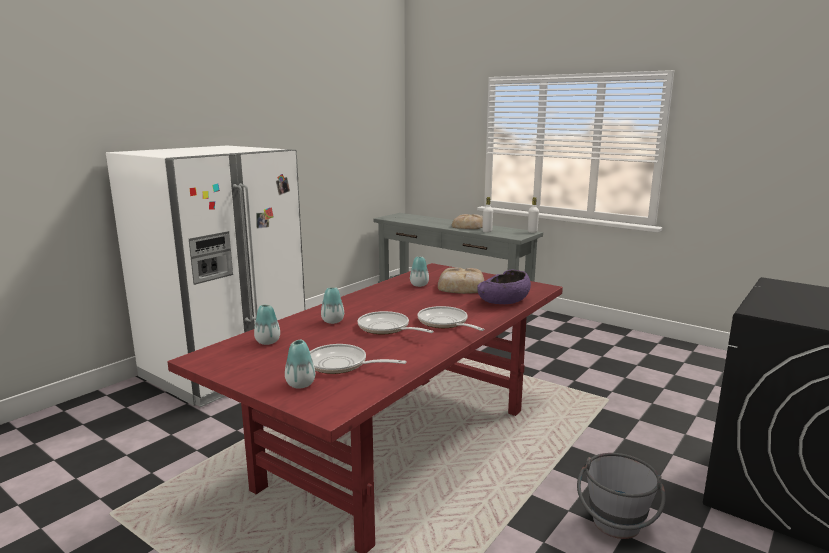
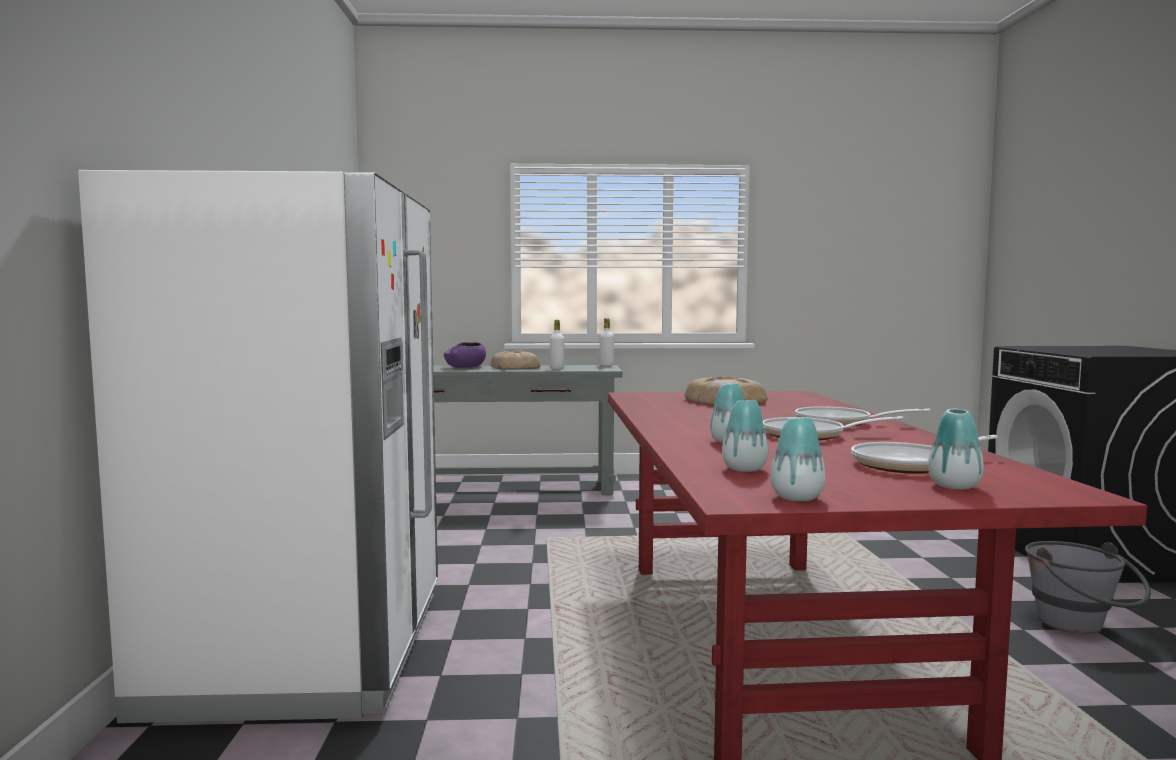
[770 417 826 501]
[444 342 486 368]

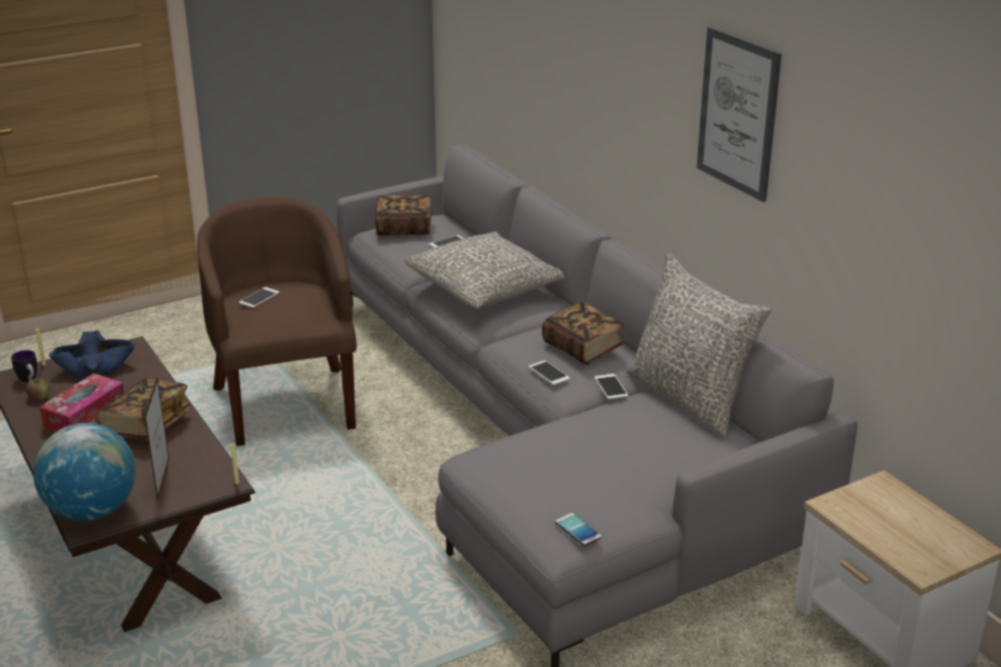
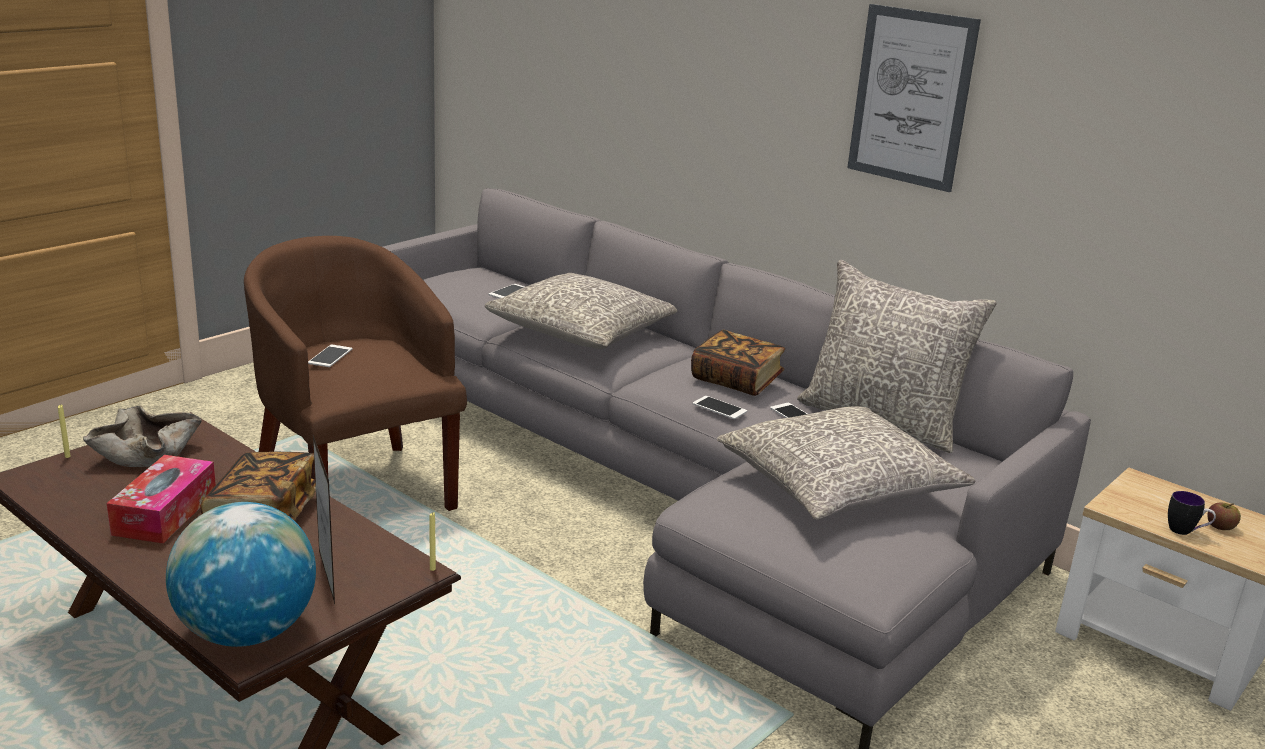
[374 195 432 236] (first image)
[83 405 202 467]
[1168 491 1216 535]
[1208 502 1241 530]
[555 513 602 546] (first image)
[717 406 975 520]

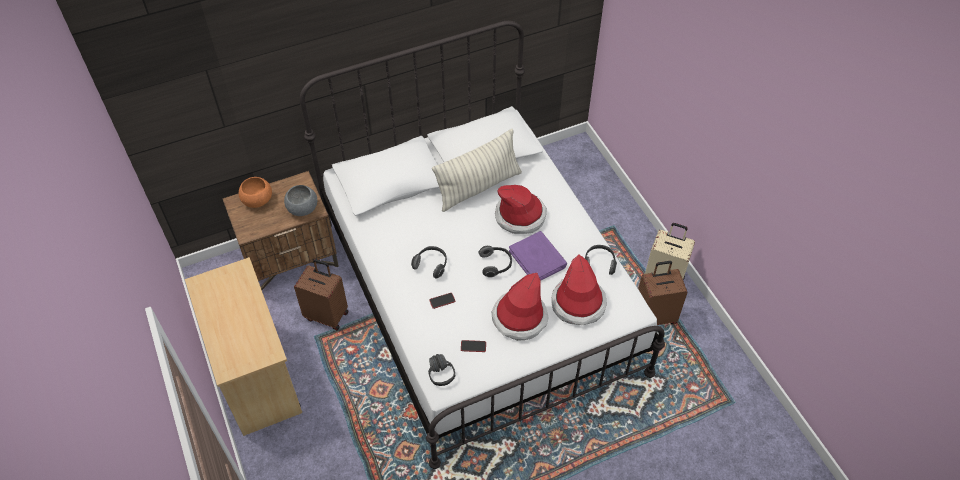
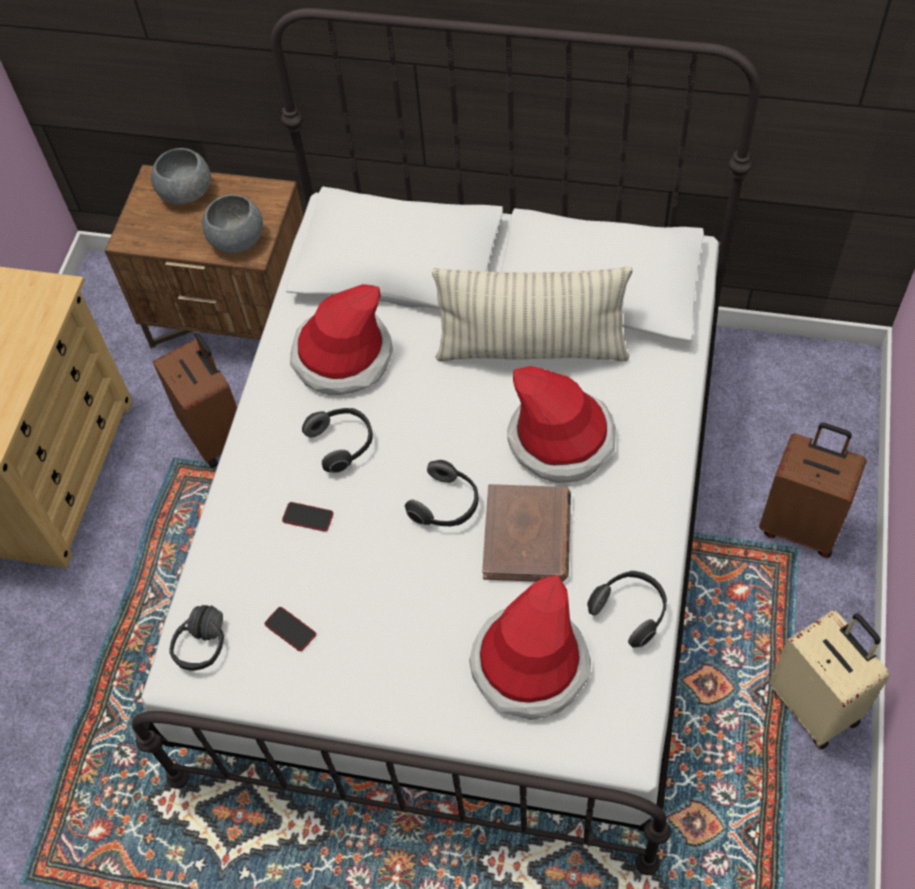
[151 148 211 205]
[482 484 571 582]
[759 423 867 558]
[290 284 393 395]

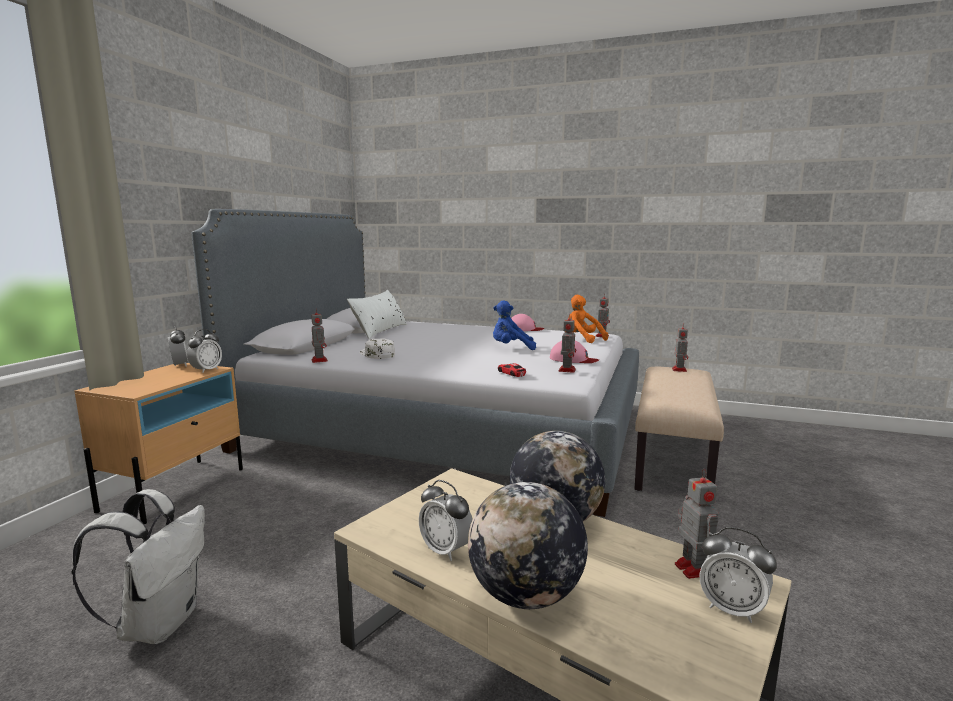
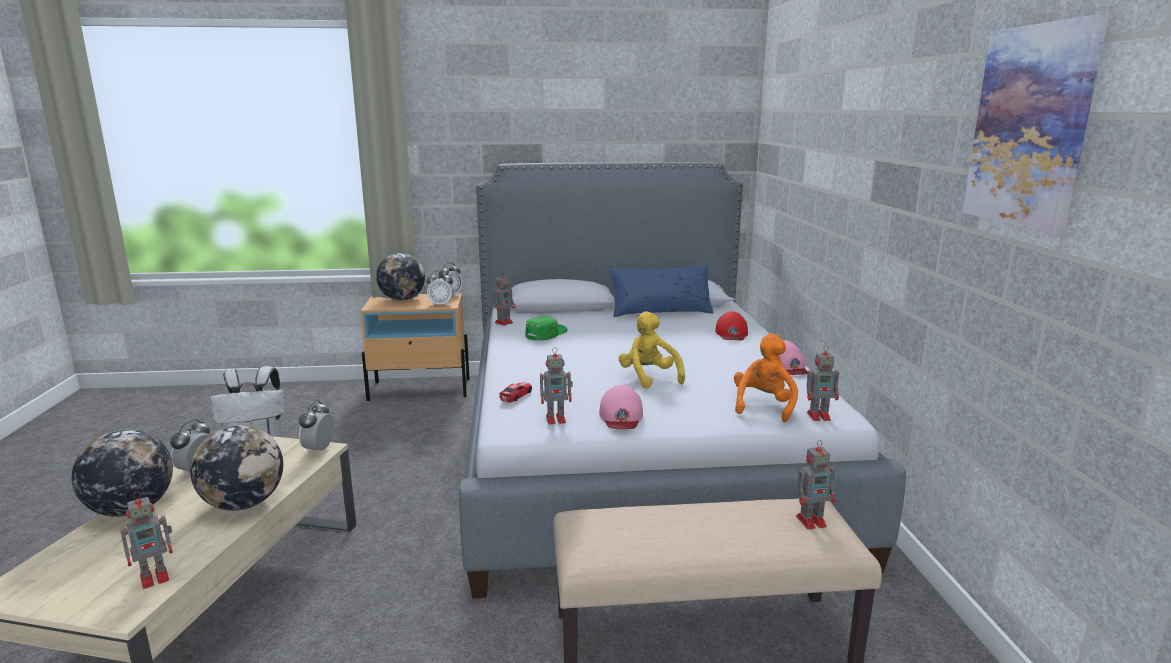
[609 264 713 317]
[619 311 685 389]
[525 316 568 340]
[299 400 334 454]
[962 15 1109 234]
[376 253 425 301]
[715 311 748 340]

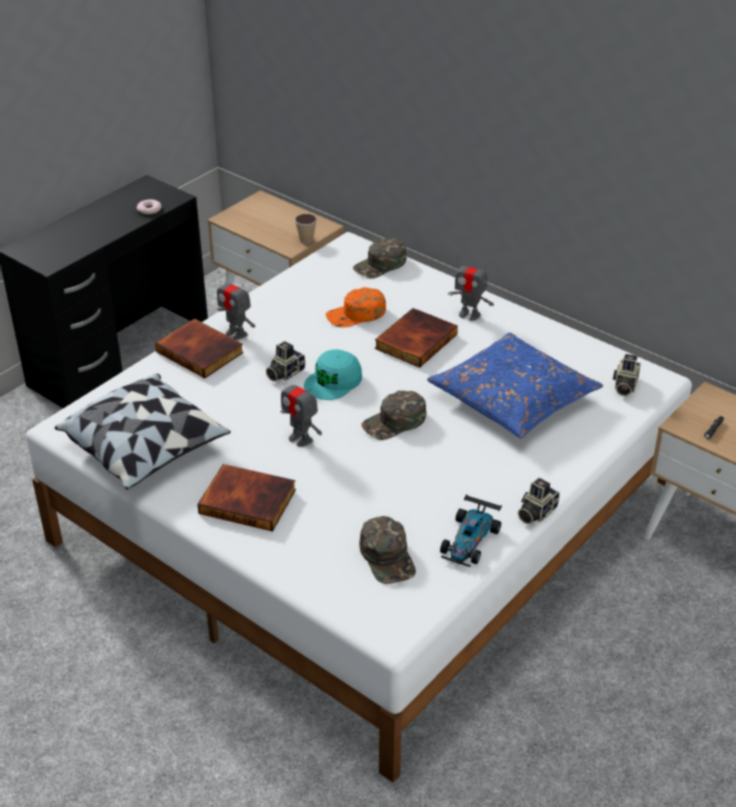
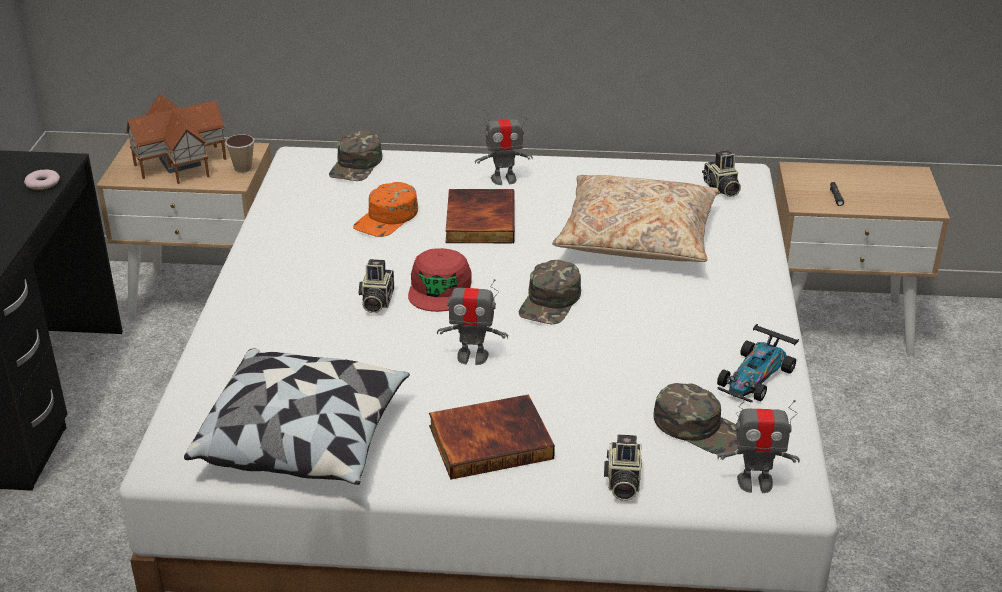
[717 395 800 493]
[155 319 244 378] (first image)
[552 175 719 262]
[408 248 472 312]
[604 434 642 501]
[717 324 799 402]
[125 94 226 184]

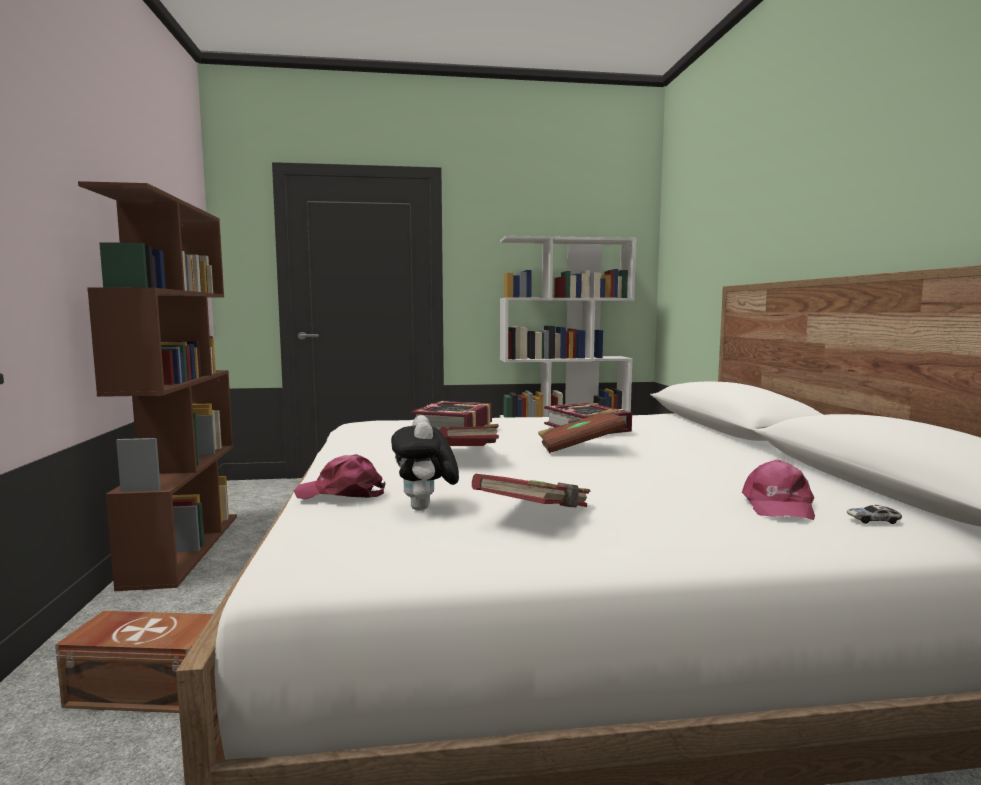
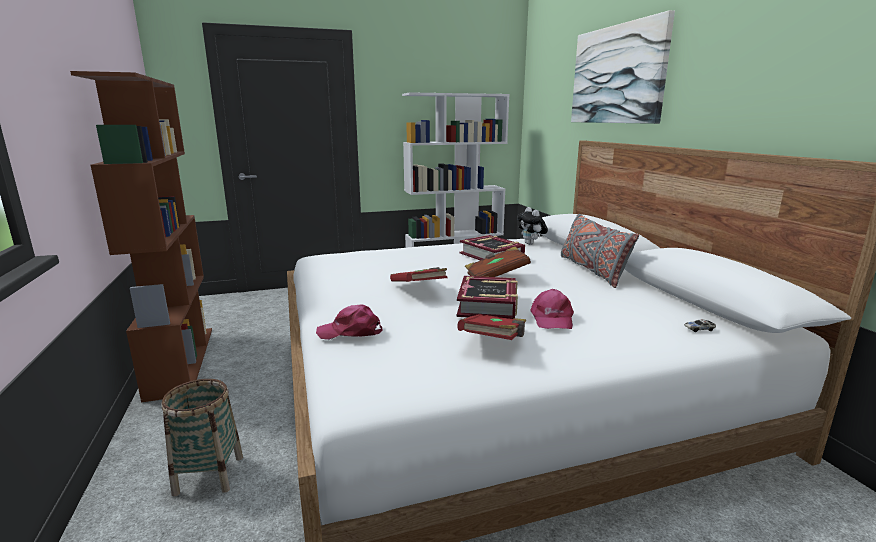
[457 276 518 319]
[517 207 548 245]
[530 289 574 329]
[162 379 243 496]
[571 10 675 124]
[561 214 639 288]

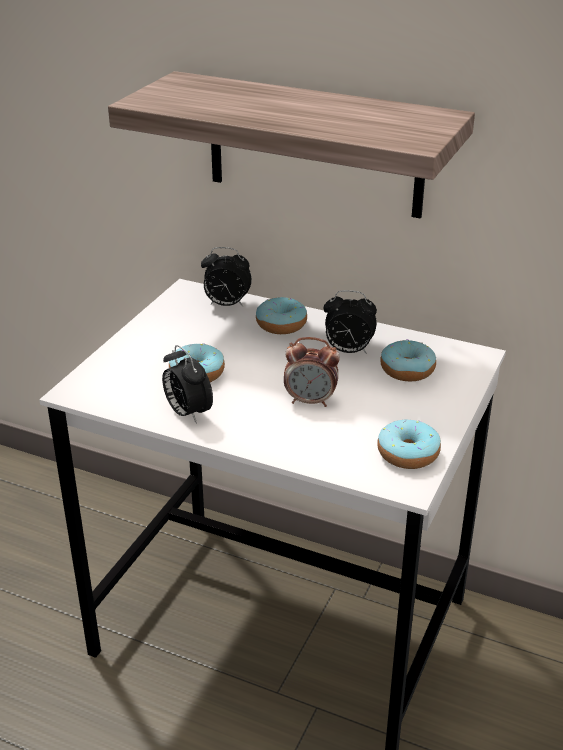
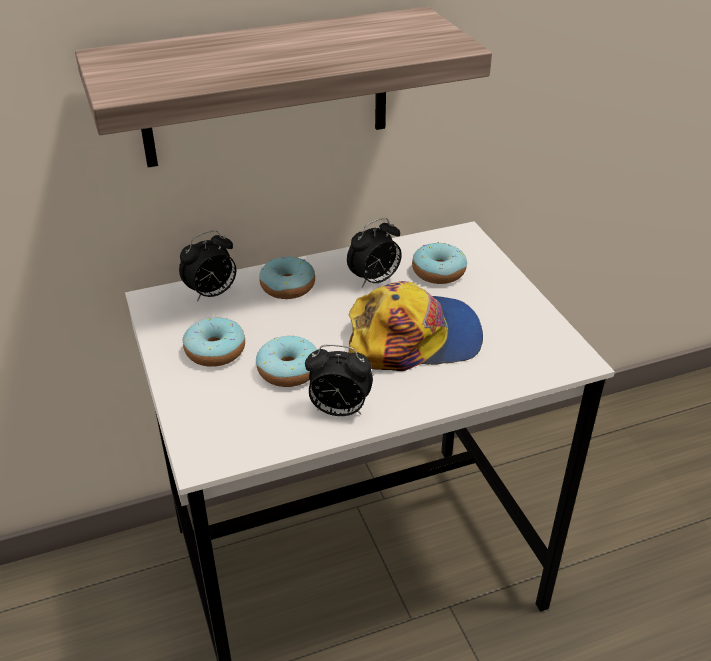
[348 281 483 371]
[182 317 245 367]

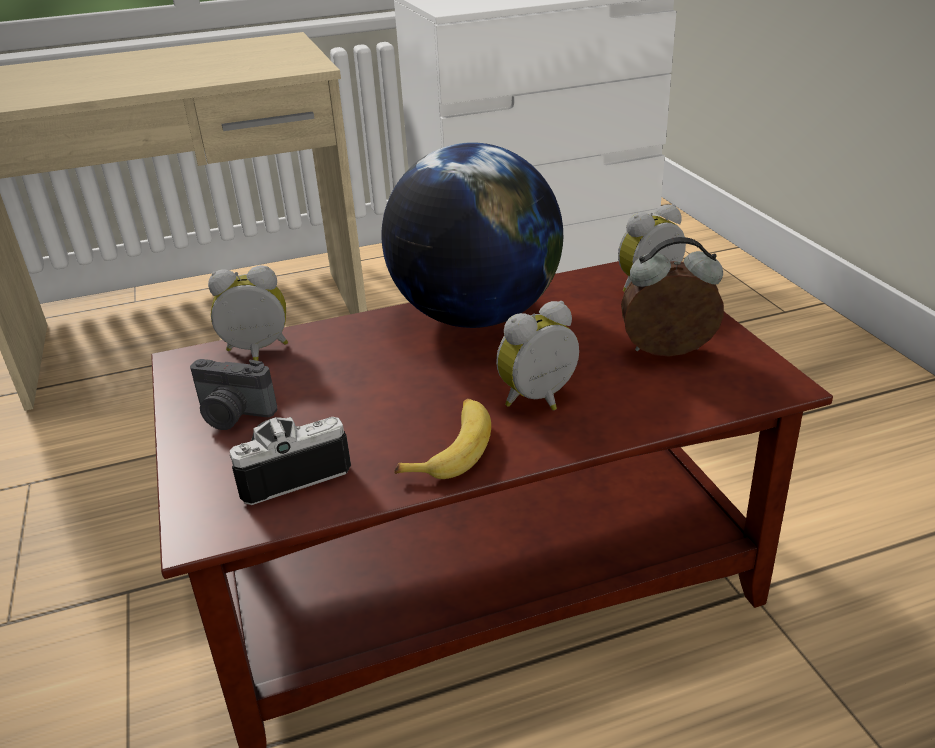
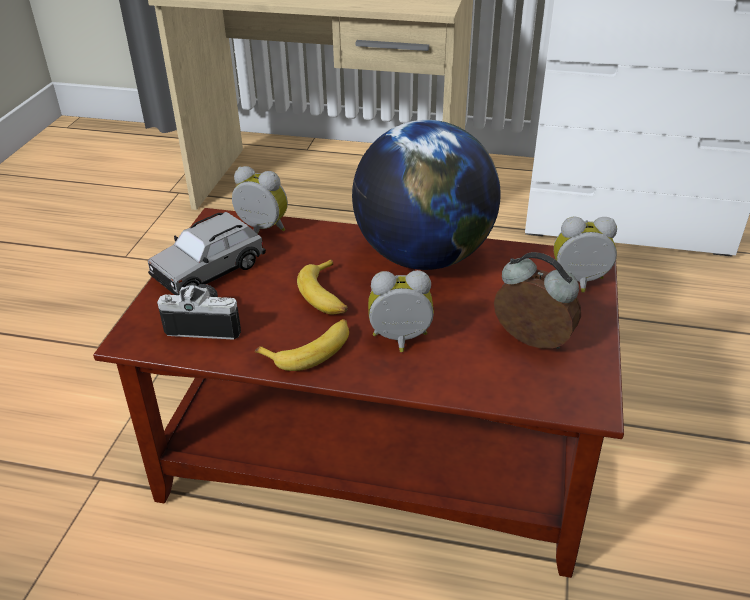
[148 212 266 295]
[297 259 348 315]

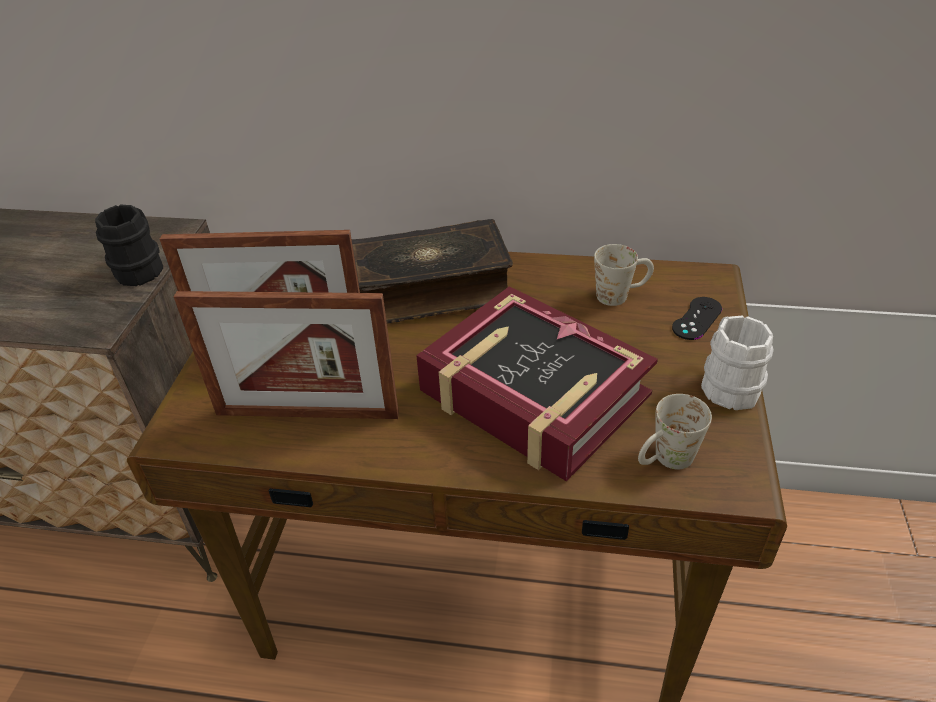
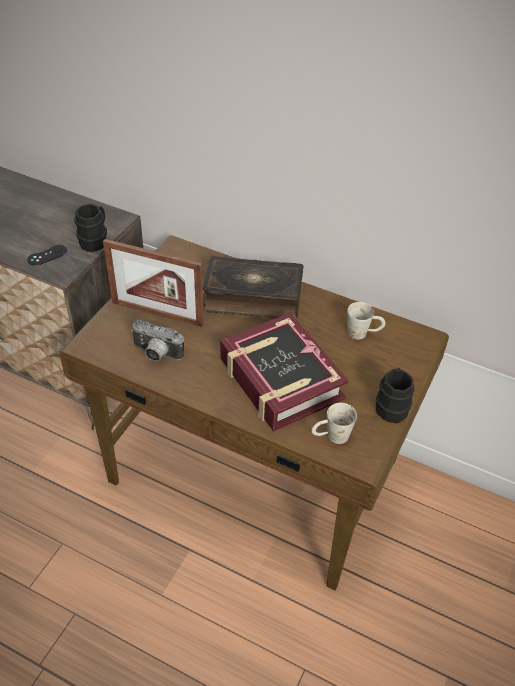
[131 319 184 361]
[27 245 67 266]
[376 367 414 423]

